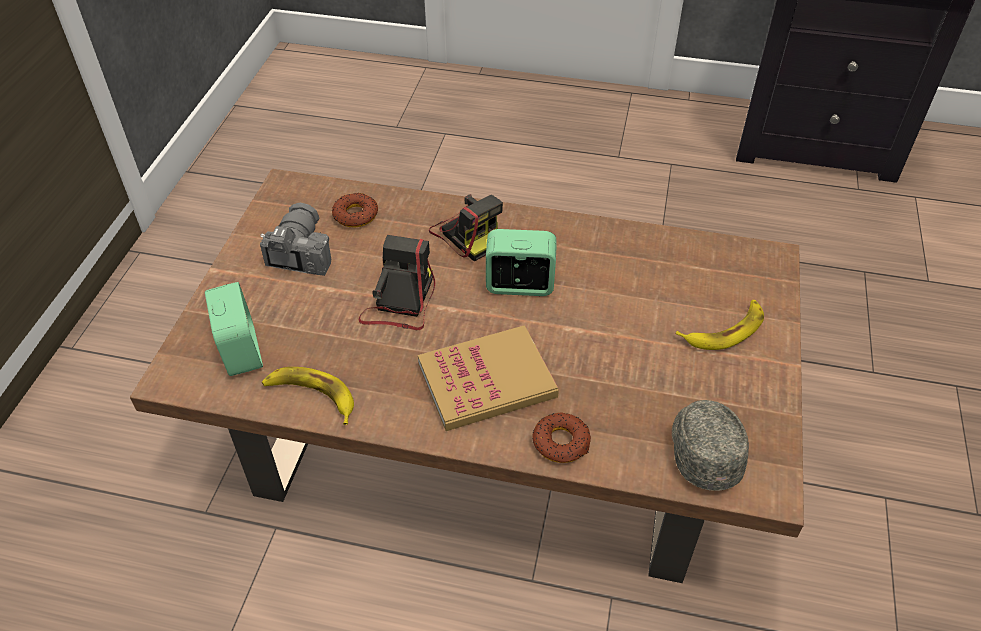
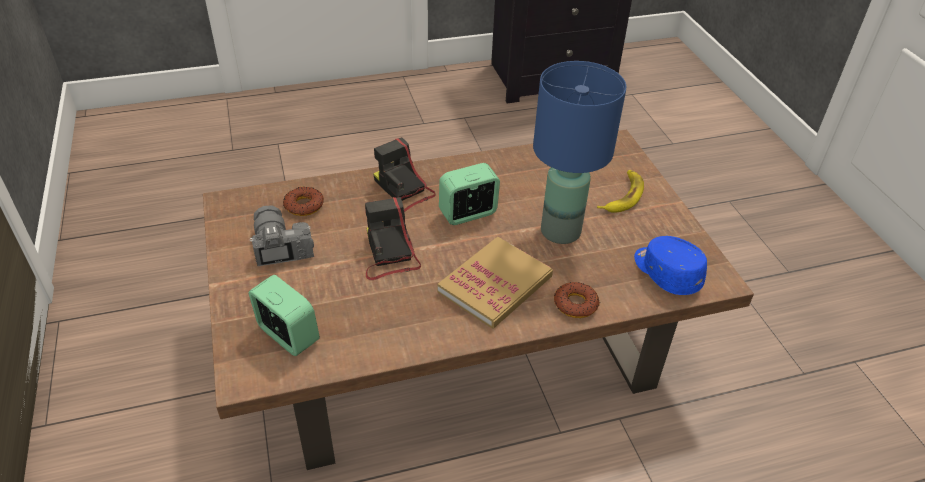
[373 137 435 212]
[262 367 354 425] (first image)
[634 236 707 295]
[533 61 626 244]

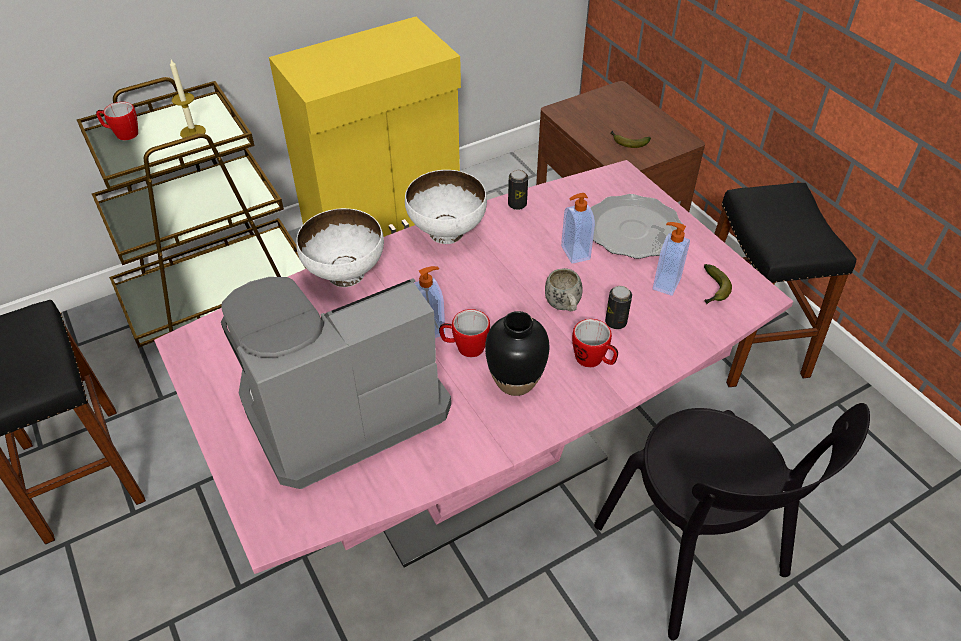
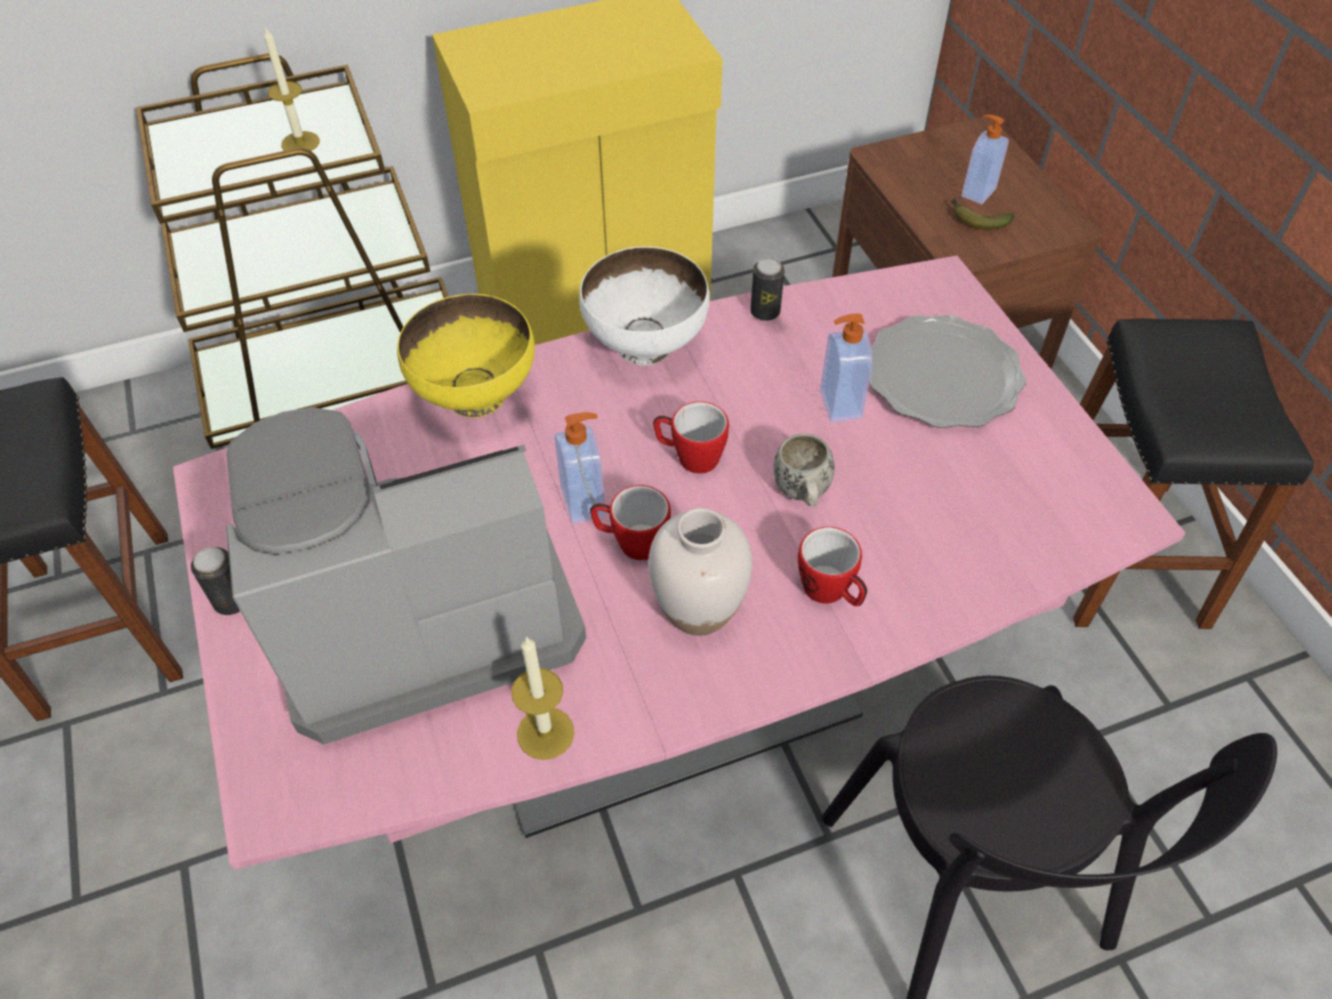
[653 401 729 474]
[397 294 535 418]
[961 114 1009 205]
[704 264 732 304] (first image)
[191 547 240 615]
[648 508 752 636]
[511 636 574 760]

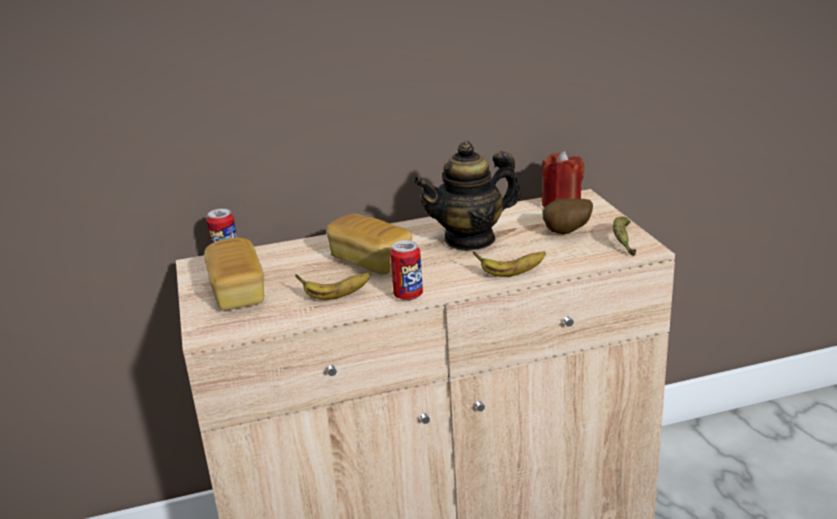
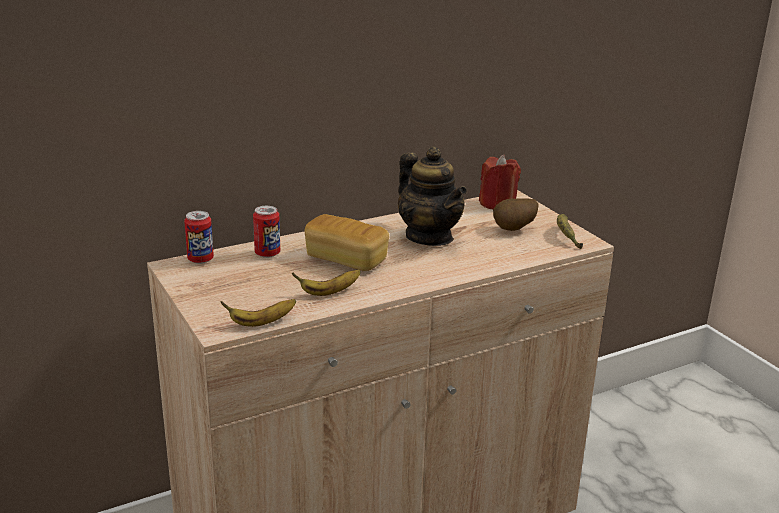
[398 147 467 246]
[204 238 264 310] (first image)
[253 206 280 258]
[220 299 296 327]

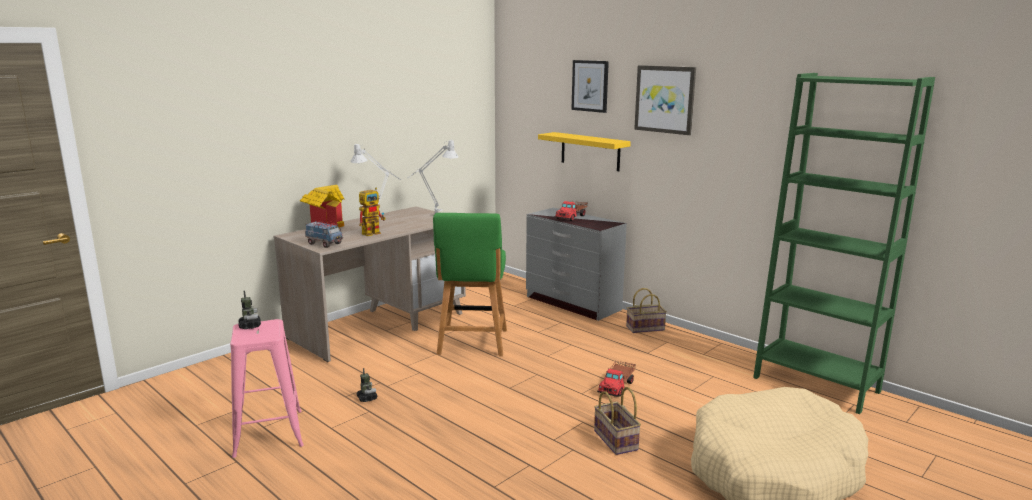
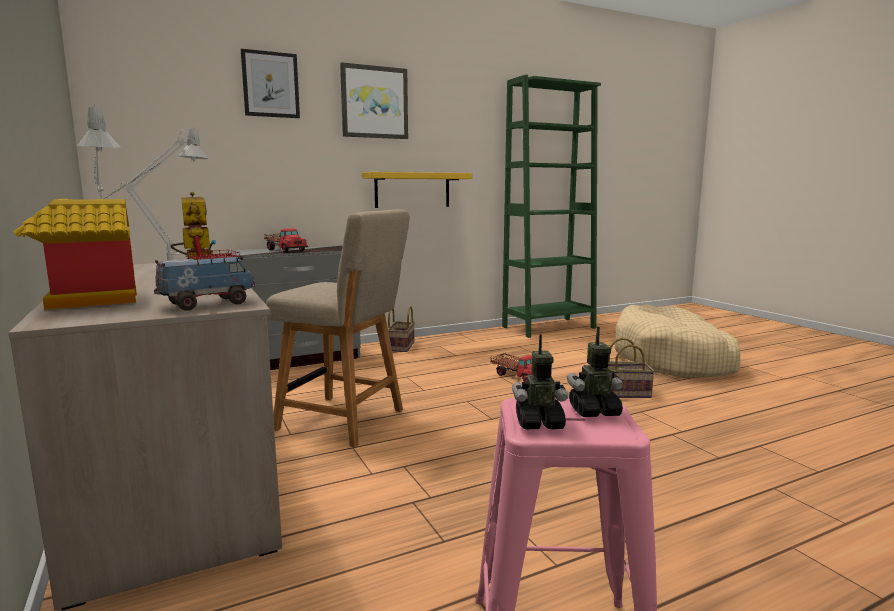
[362 172 472 208]
[266 209 410 447]
[567 326 623 417]

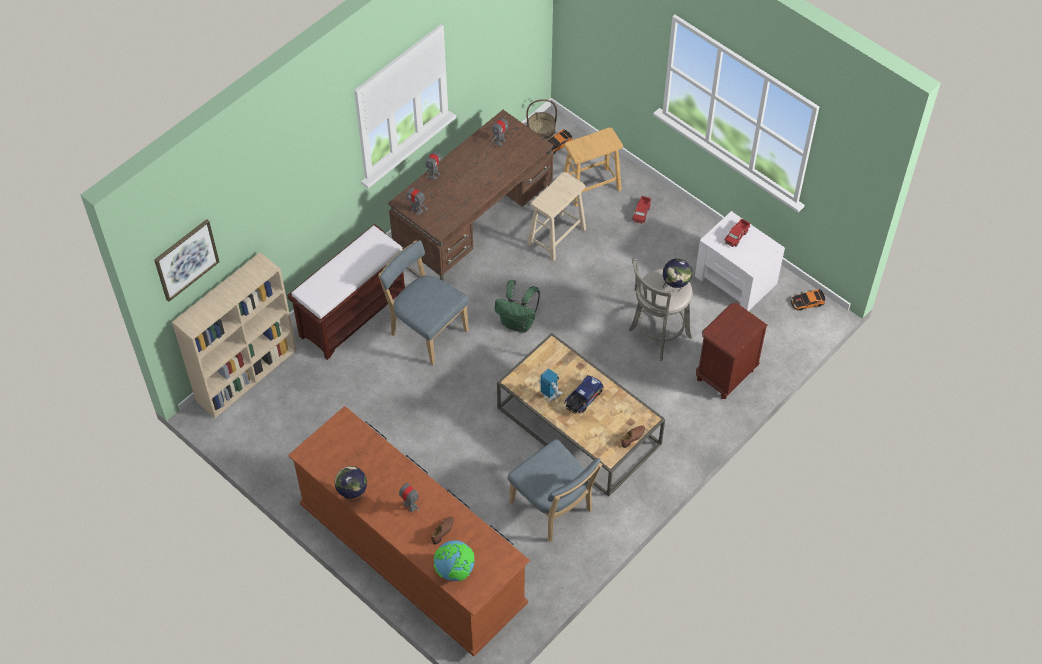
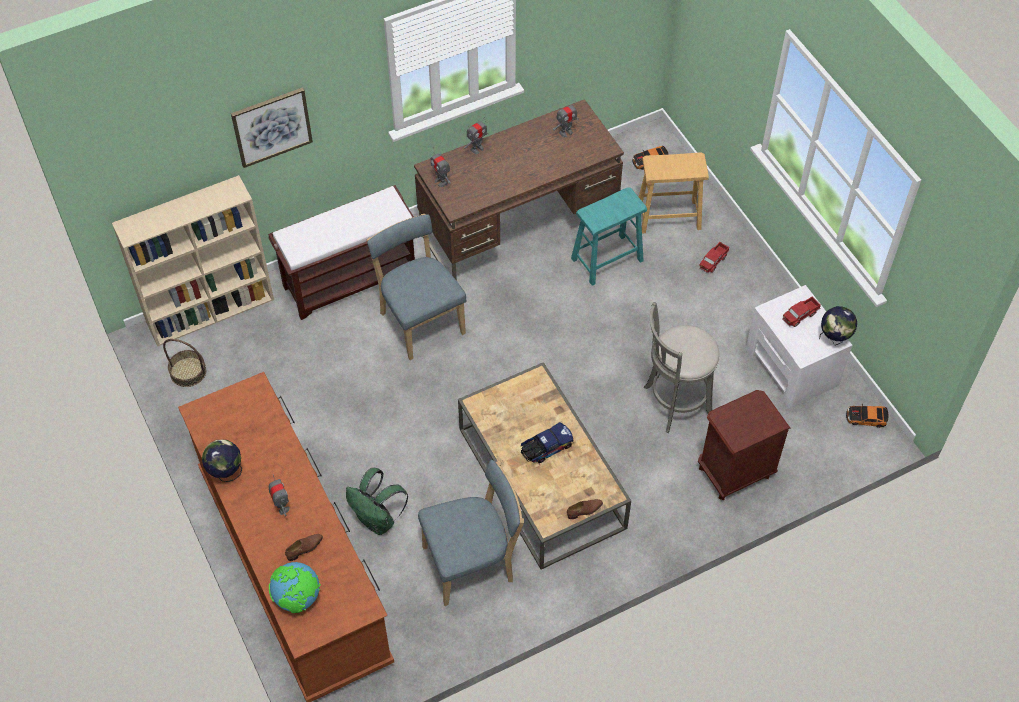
[163 339 206 387]
[571 188 647 286]
[231 87 313 168]
[819 306 857 345]
[346 468 408 535]
[538 368 562 401] (first image)
[418 460 524 606]

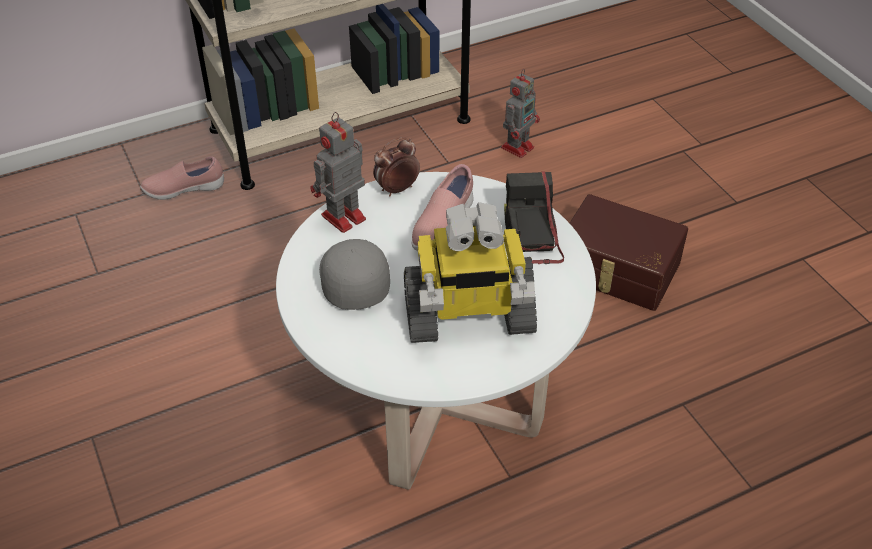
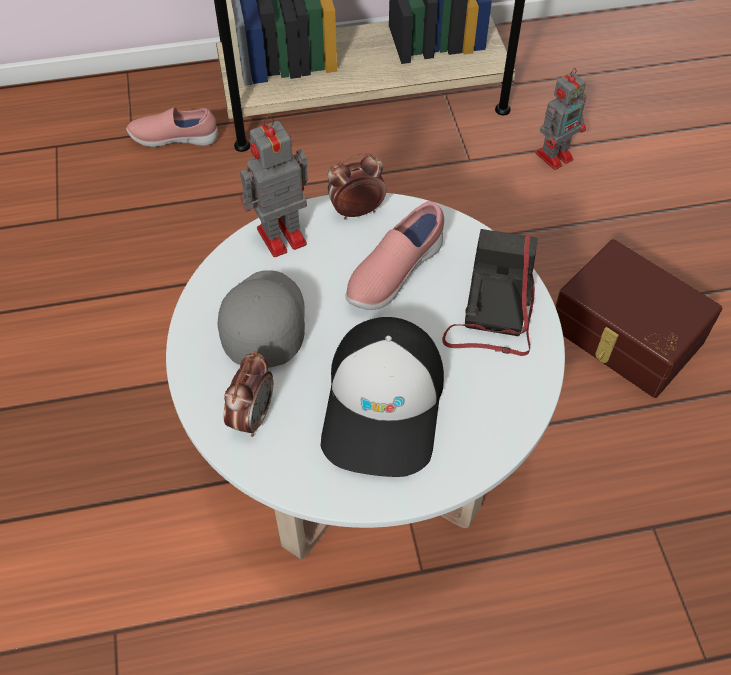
[321 317 444 477]
[223 351 273 437]

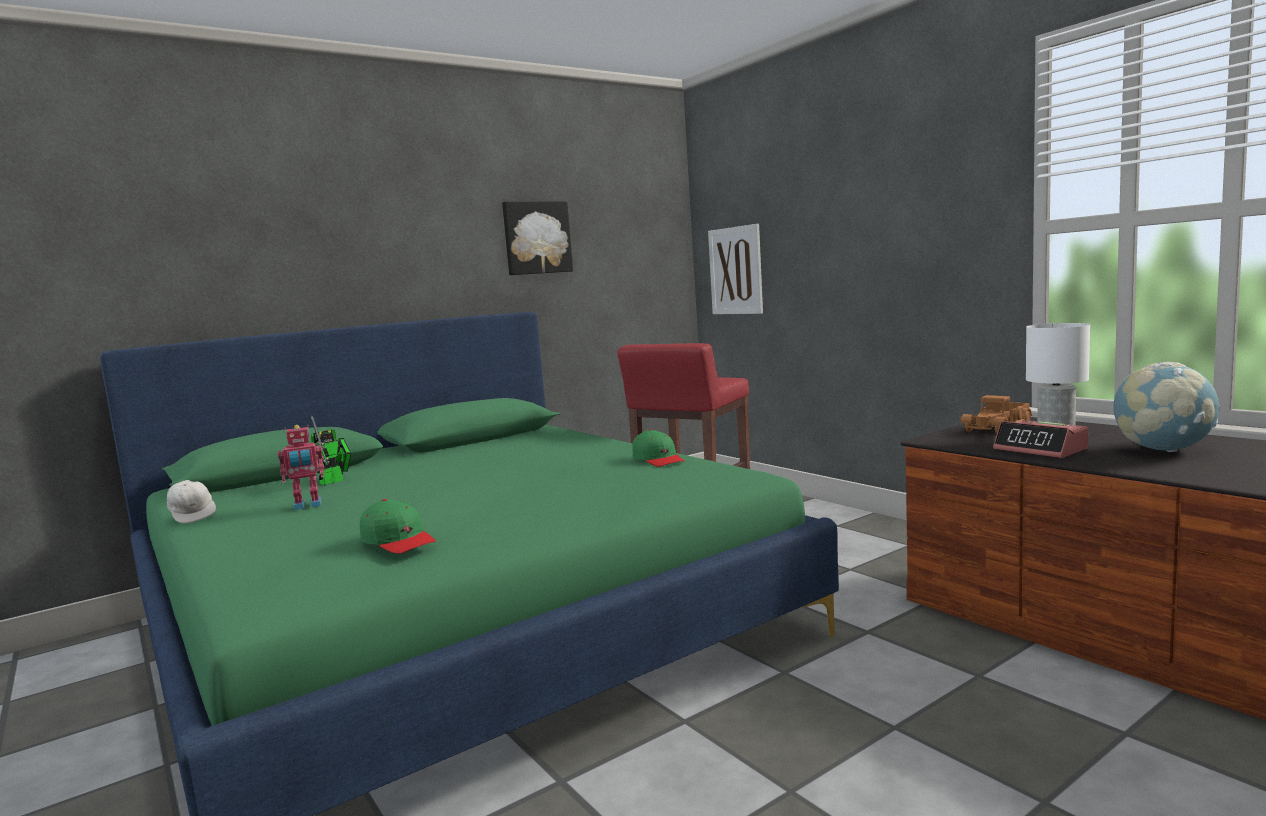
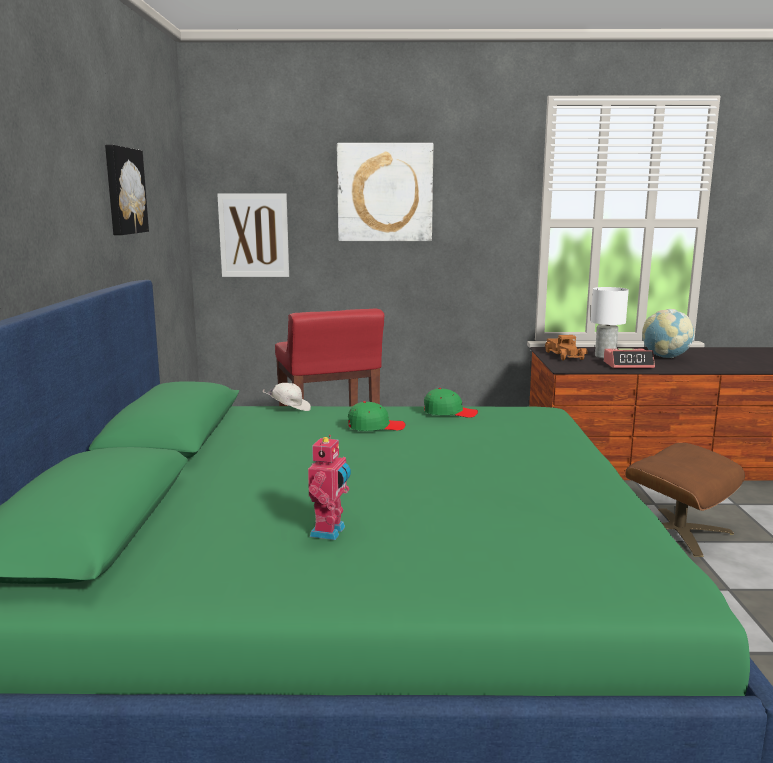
[311 416 351 485] (first image)
[262 383 311 411]
[348 401 405 431]
[337 143 433 241]
[625 443 745 557]

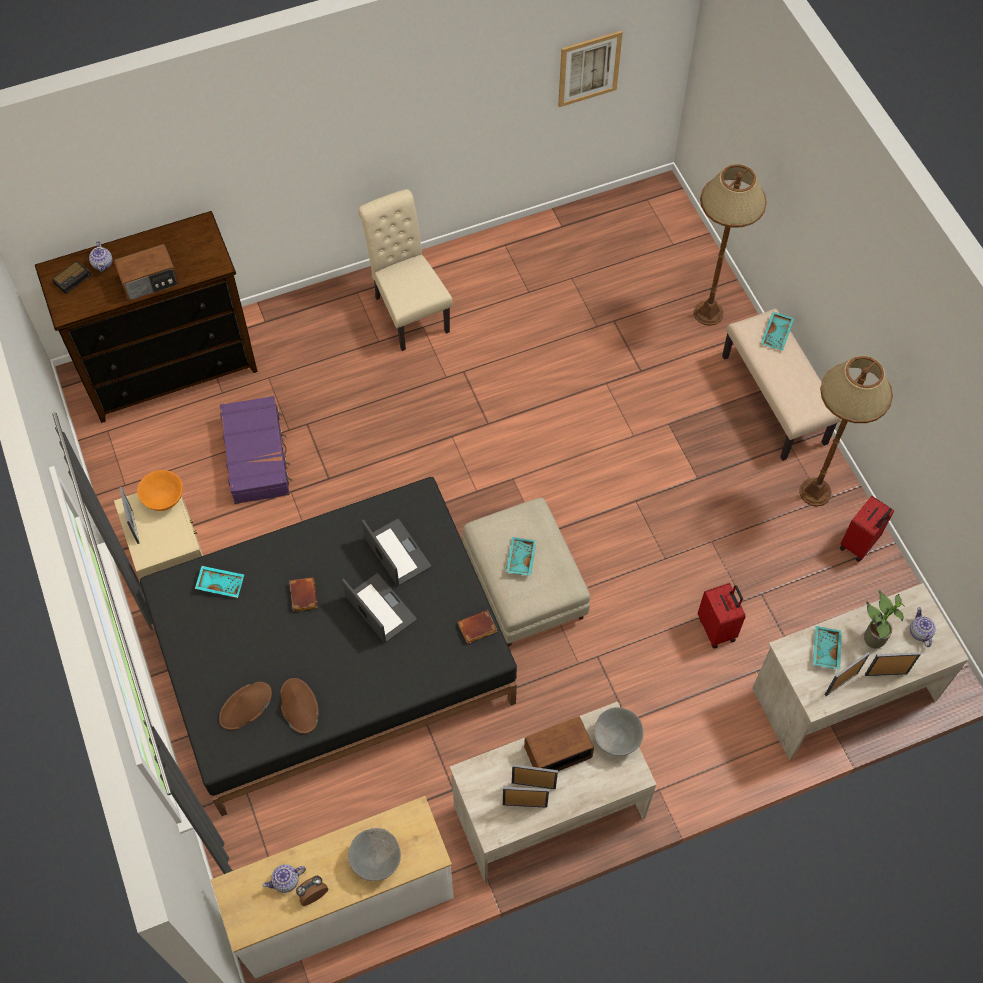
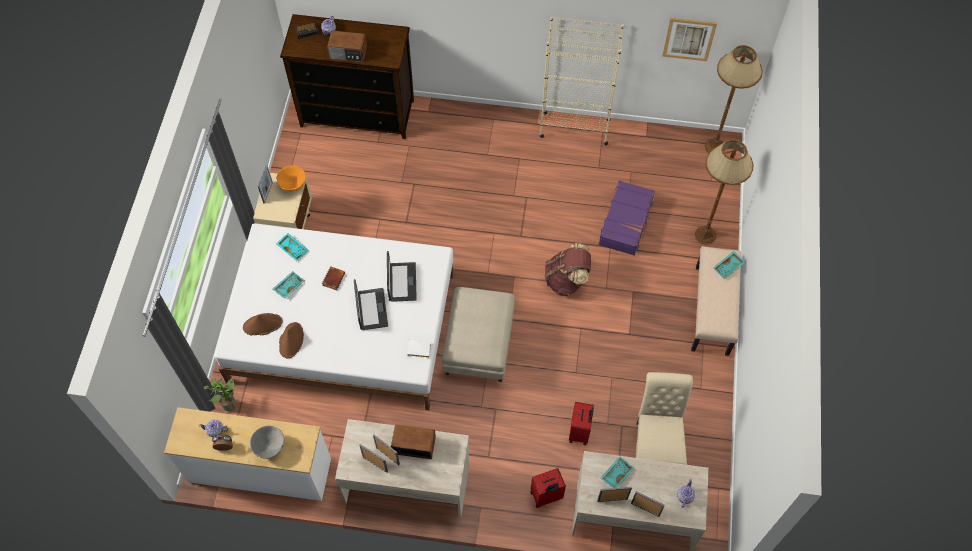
[636 372 693 465]
[705 45 763 153]
[598 181 655 256]
[215 223 453 410]
[530 468 566 508]
[273 271 305 299]
[204 376 236 411]
[407 340 431 358]
[594 707 644 756] (first image)
[540 16 624 145]
[545 243 591 296]

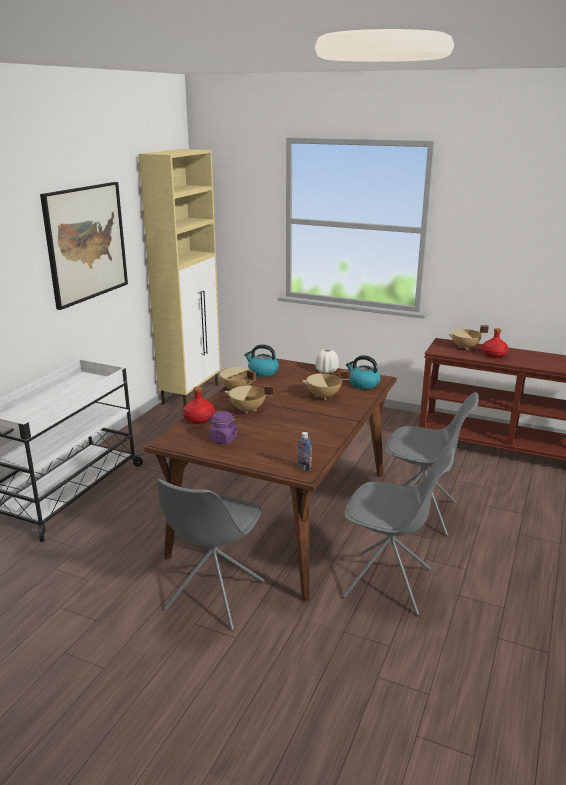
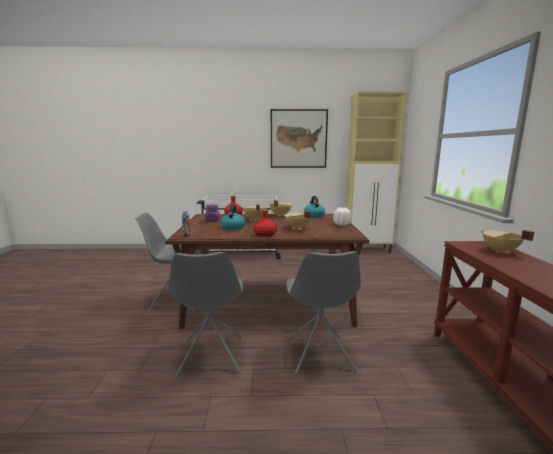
[253 209 277 237]
[221 204 245 230]

